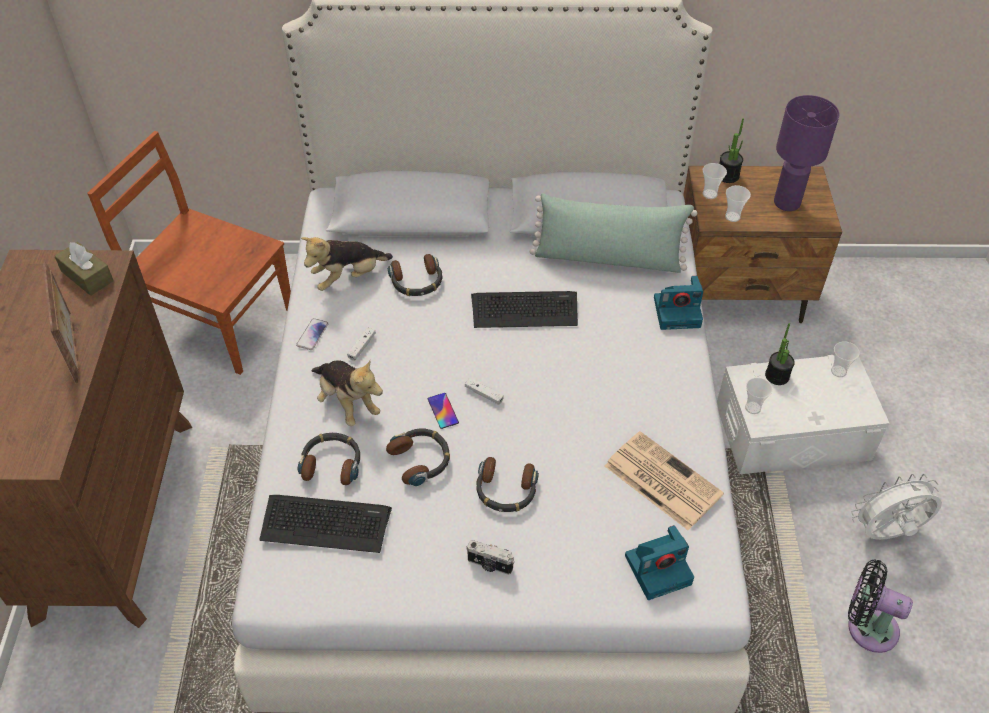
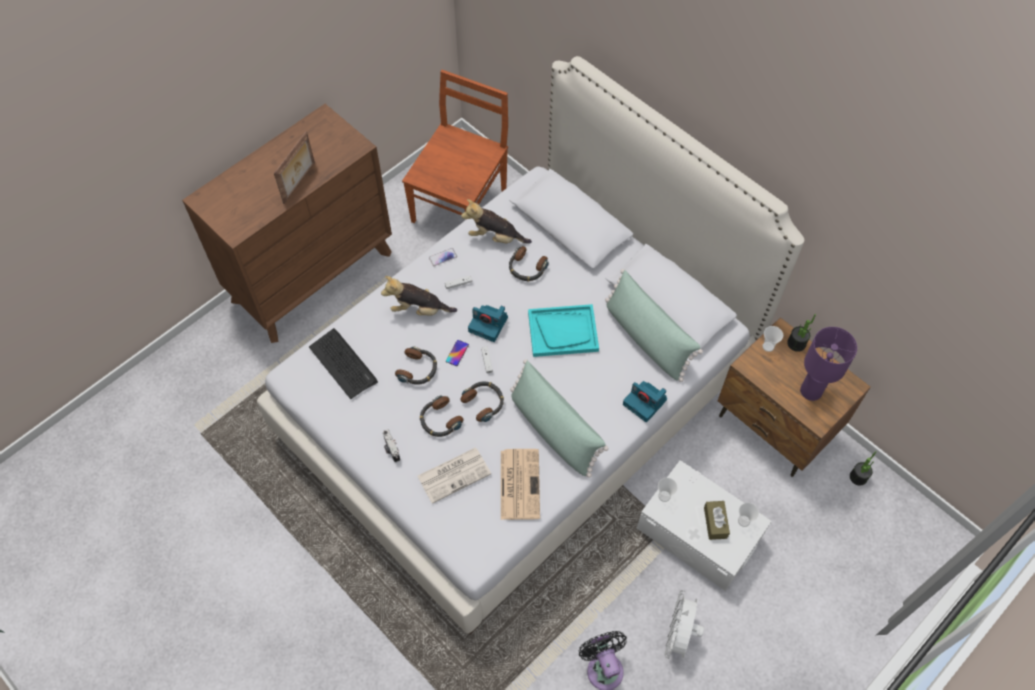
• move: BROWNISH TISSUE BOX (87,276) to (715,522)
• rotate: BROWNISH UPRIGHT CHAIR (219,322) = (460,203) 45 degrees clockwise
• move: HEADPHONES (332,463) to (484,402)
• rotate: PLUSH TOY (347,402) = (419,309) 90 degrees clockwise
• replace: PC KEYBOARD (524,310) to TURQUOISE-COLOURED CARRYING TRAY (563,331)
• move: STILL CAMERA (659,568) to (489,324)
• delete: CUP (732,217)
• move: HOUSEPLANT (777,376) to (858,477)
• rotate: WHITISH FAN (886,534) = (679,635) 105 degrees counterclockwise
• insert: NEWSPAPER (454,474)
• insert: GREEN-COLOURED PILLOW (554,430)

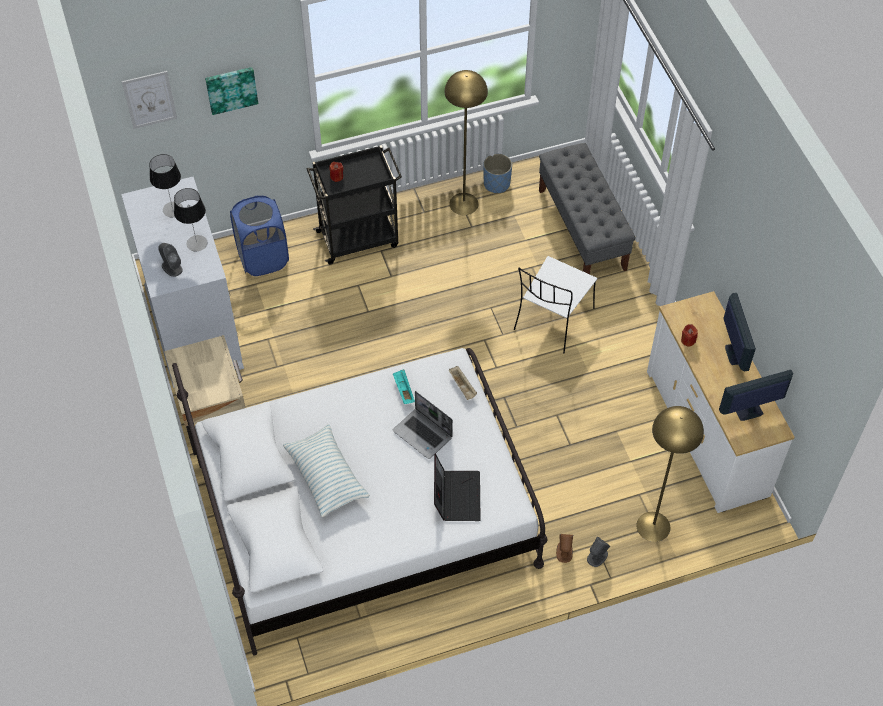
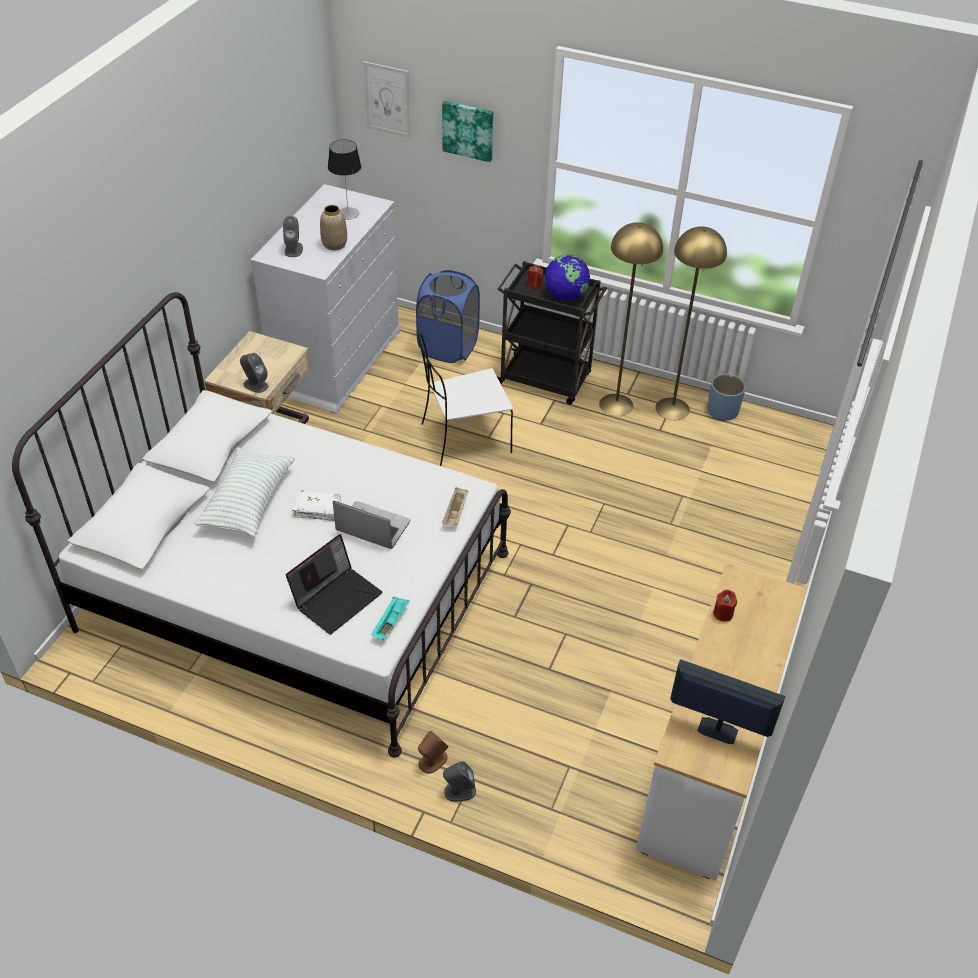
• replace: TABLETOP LAMP (196,243) to VASE (335,244)
• move: TURQUOISE-COLOURED CARRYING TRAY (403,390) to (390,623)
• rotate: NOTEBOOK COMPUTER (423,434) = (371,527) 120 degrees clockwise
• move: WHITISH UPRIGHT CHAIR (552,321) to (463,439)
• delete: GREY LONG SEAT (582,230)
• move: YELLOW-COLOURED STANDING LAMP (653,526) to (616,405)
• delete: MONITOR (734,353)
• insert: GREY LOUDSPEAKER (255,385)
• insert: WHITISH BOOK (317,509)
• insert: WORLD GLOBE (565,296)

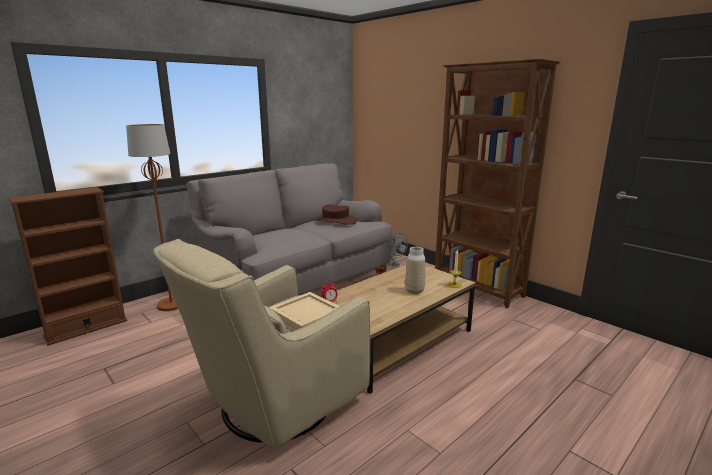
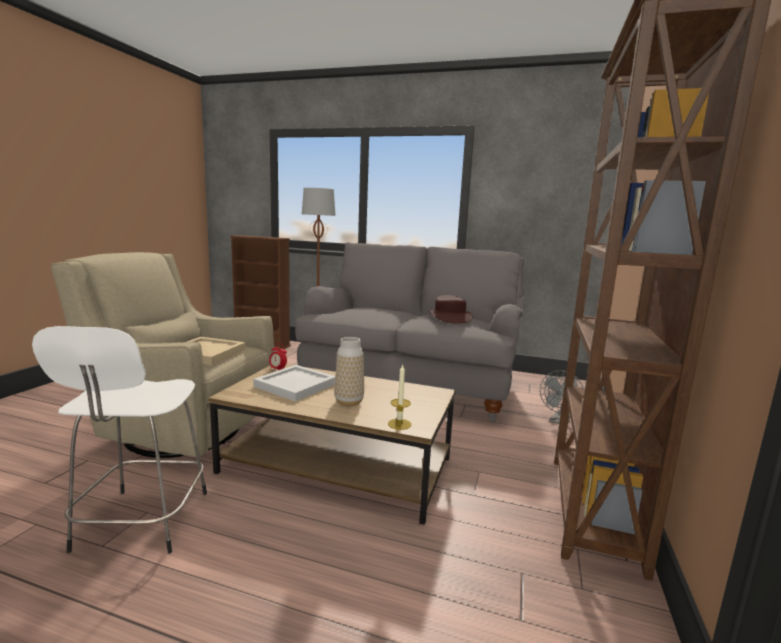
• insert: WHITISH STOOL (141,523)
• insert: WHITISH CARRYING TRAY (295,386)

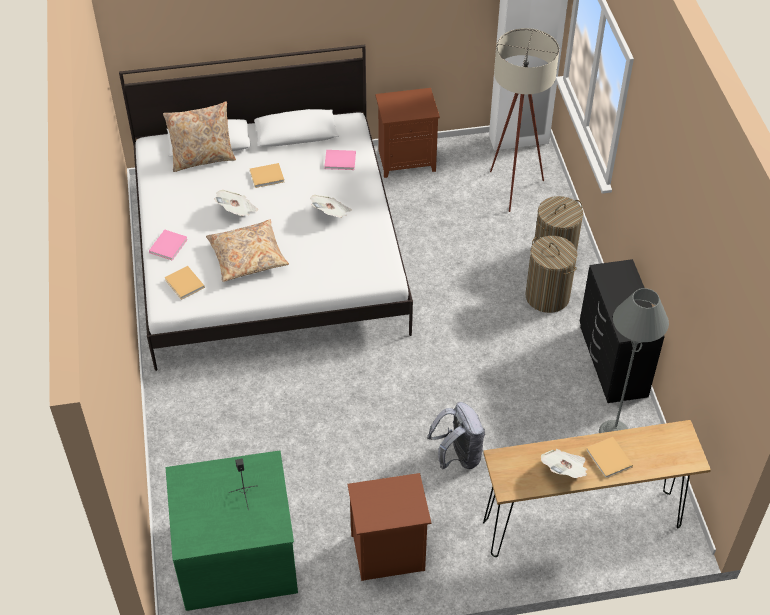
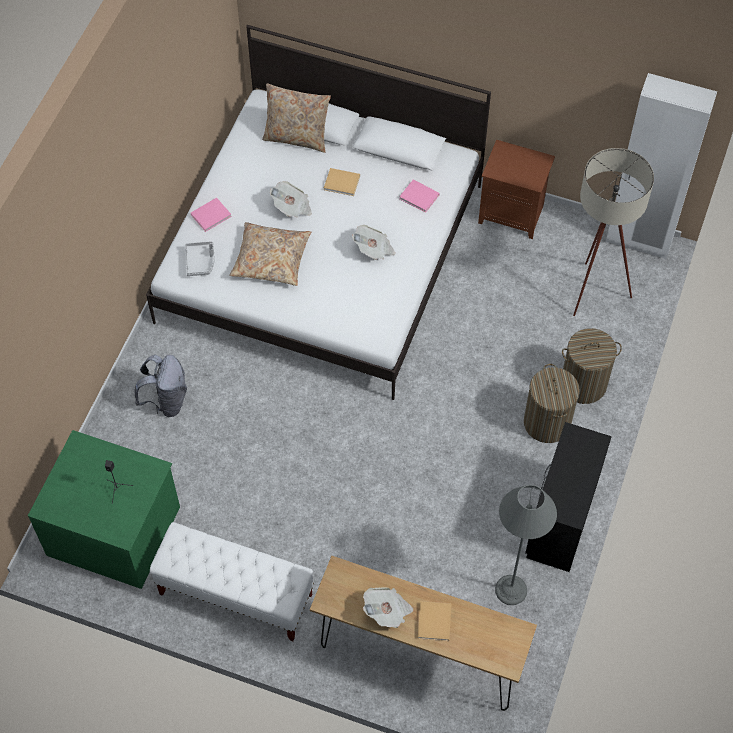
• replace: BEIGE-COLOURED BOOK (185,284) to GREY CARRYING TRAY (200,261)
• replace: BROWNISH NIGHTSTAND (387,554) to WHITISH LONG SEAT (235,594)
• move: GREY BACKPACK (457,456) to (166,401)

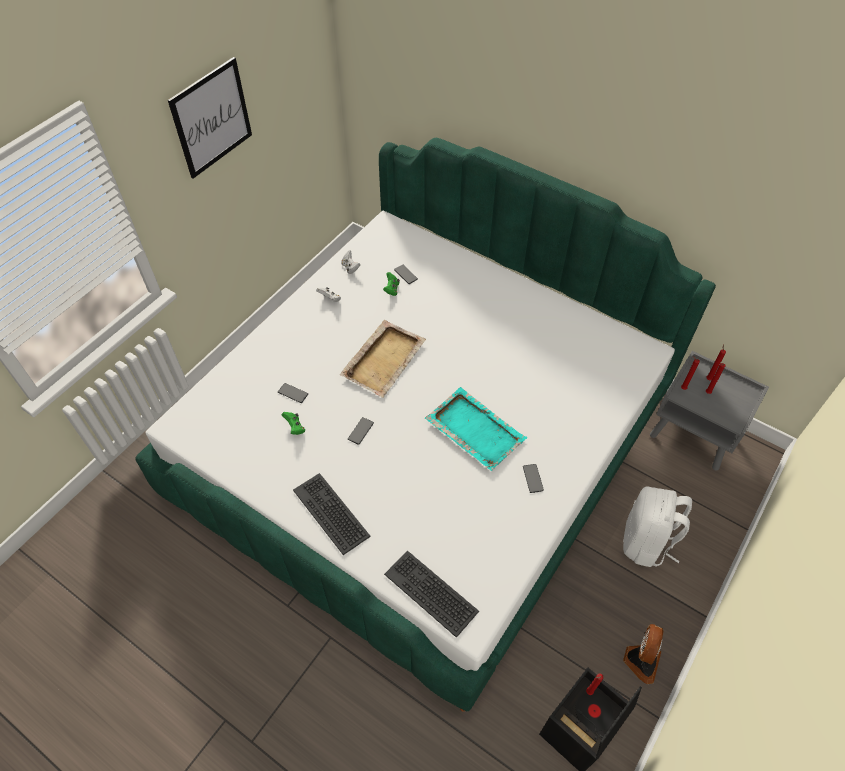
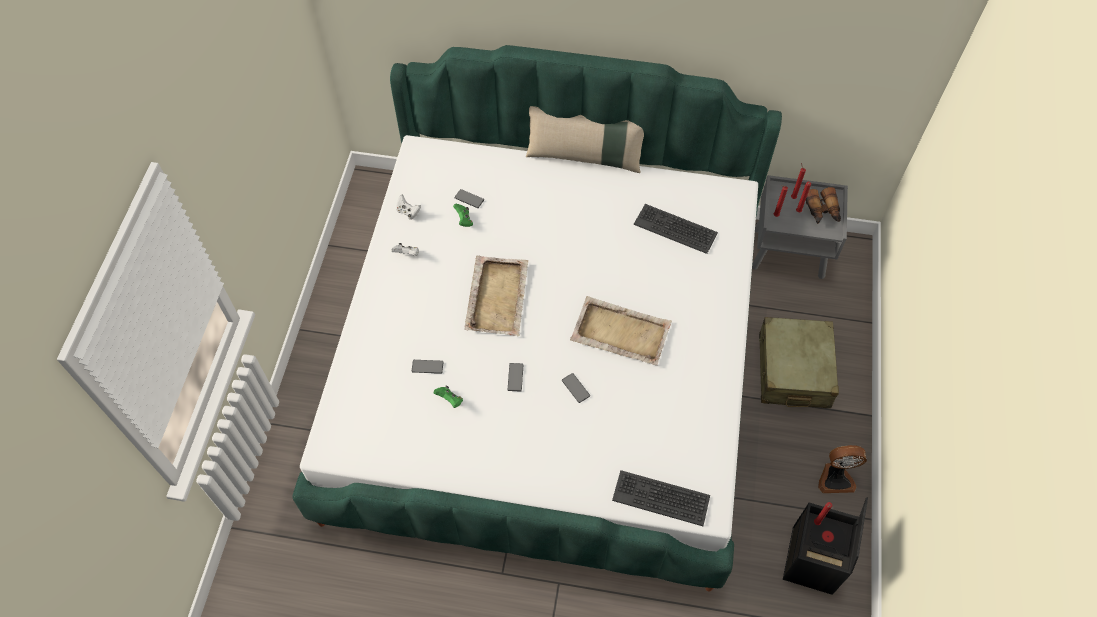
• delete: PICTURE (212,118)
• move: PC KEYBOARD (331,512) to (675,228)
• recolor: TURQUOISE-COLOURED CARRYING TRAY (474,429) to BEIGE-COLOURED CARRYING TRAY (620,332)
• move: TELEPHONE (532,478) to (575,388)
• replace: WHITISH BACKPACK (646,542) to BEIGE-COLOURED PIECE OF LUGGAGE (793,371)
• rotate: FAN (640,660) = (835,478) 90 degrees clockwise
• insert: BEIGE-COLOURED PILLOW (585,157)
• insert: FIELD GLASSES (822,211)

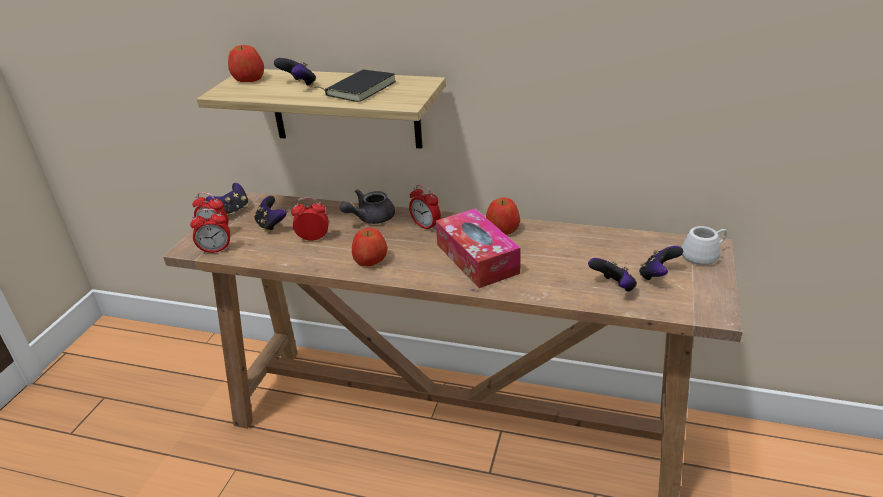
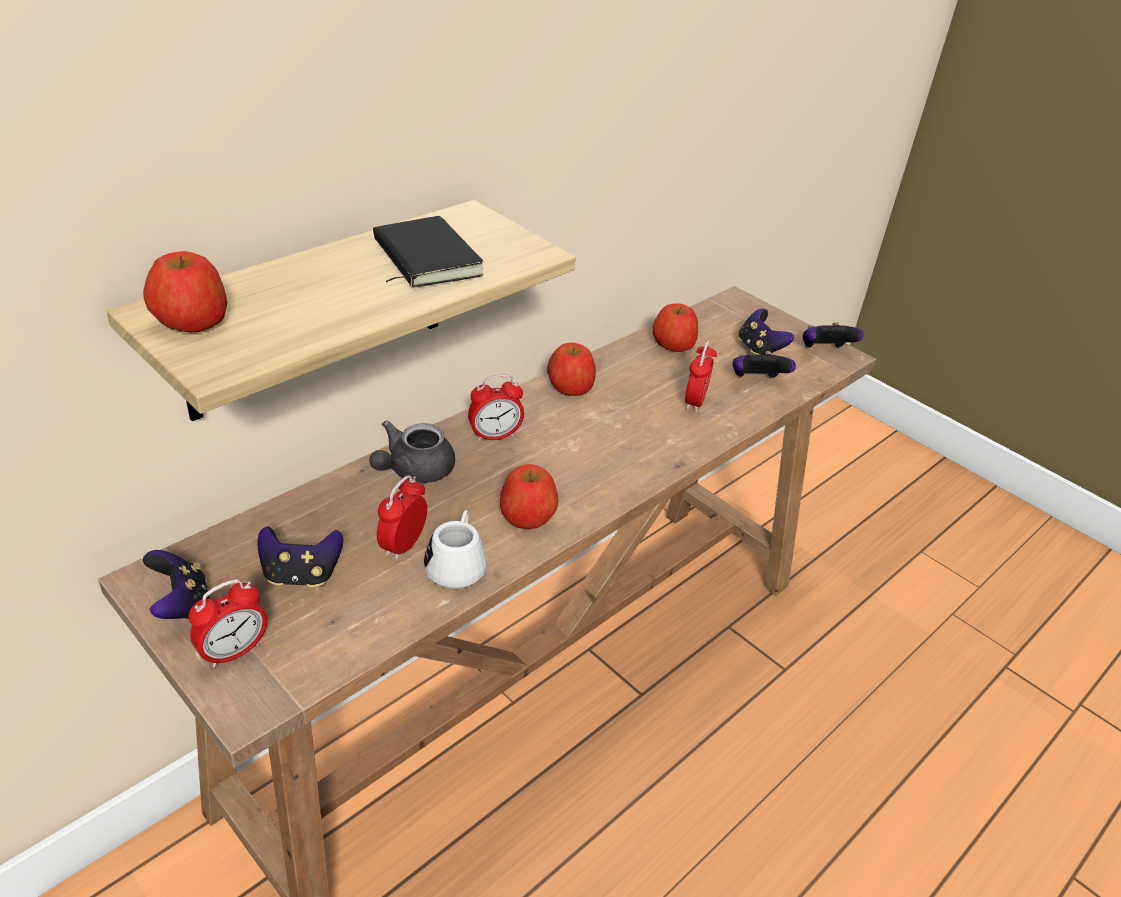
• move: TABLE CLOCK (216,250) to (694,401)
• move: GAME CONTROLLER (299,85) to (824,351)
• rotate: GREY TEA POT (370,218) = (413,471) 45 degrees clockwise
• delete: TISSUE BOX (477,259)
• move: WHITISH MUG (703,255) to (457,563)
• insert: APPLE (673,344)

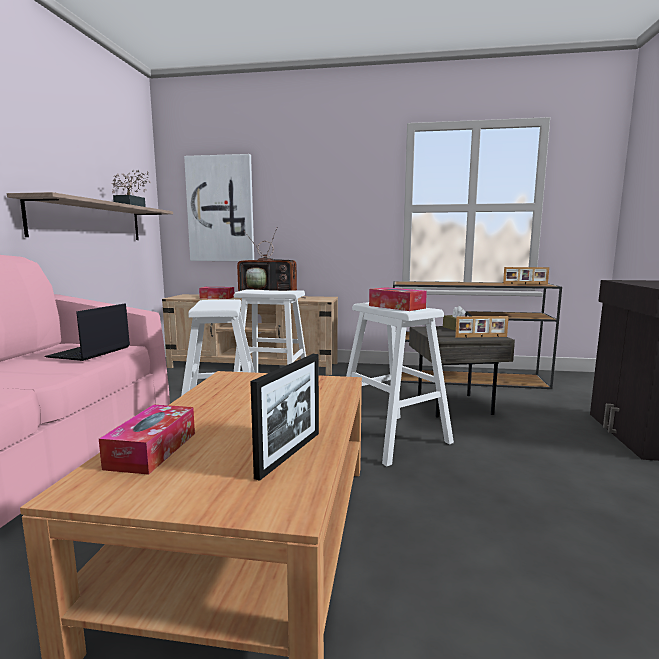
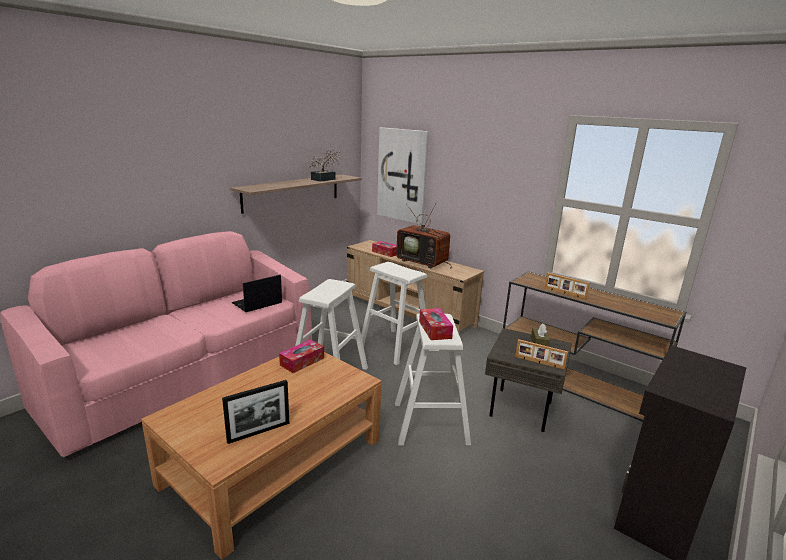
• move: TISSUE BOX (152,450) to (302,361)
• move: STANDING FRAME (525,284) to (564,293)

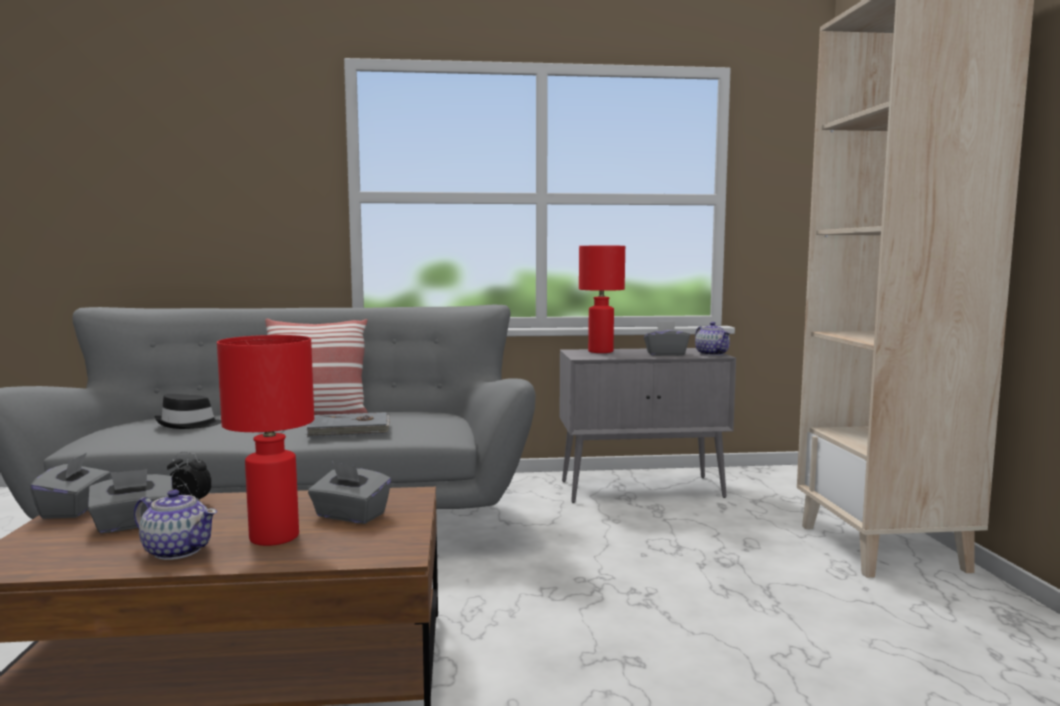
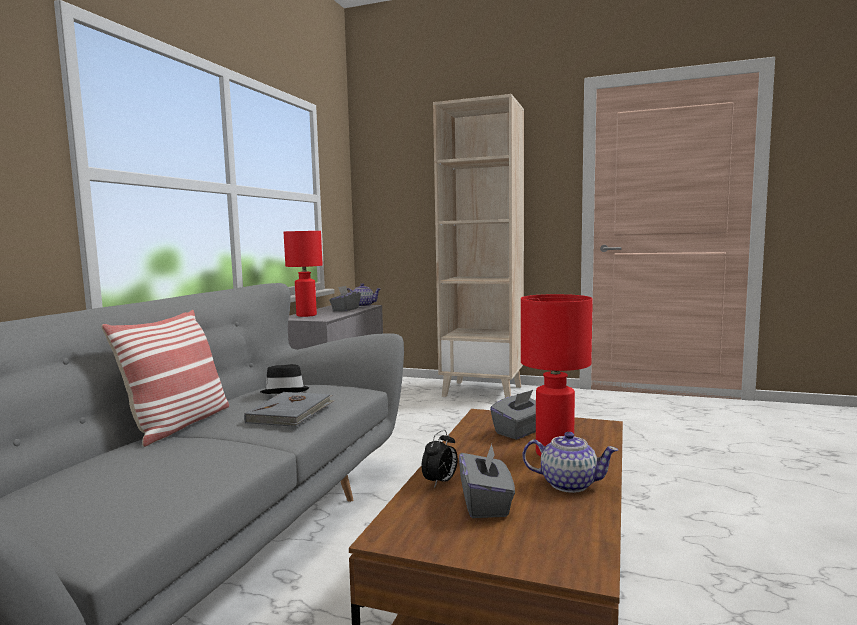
• delete: GREY TISSUE BOX (75,509)
• rotate: TEA POT (177,550) = (568,484) 60 degrees clockwise
• move: BLACK CLOTHING HAT (188,425) to (285,391)

